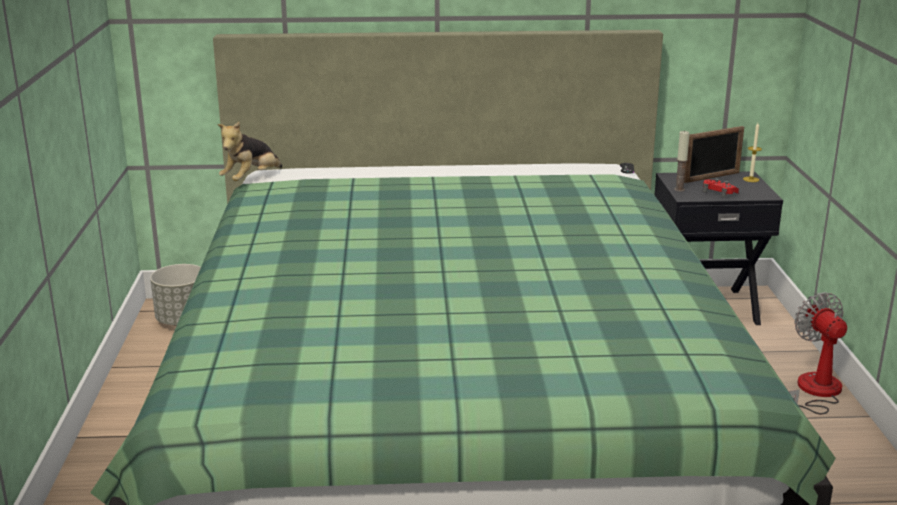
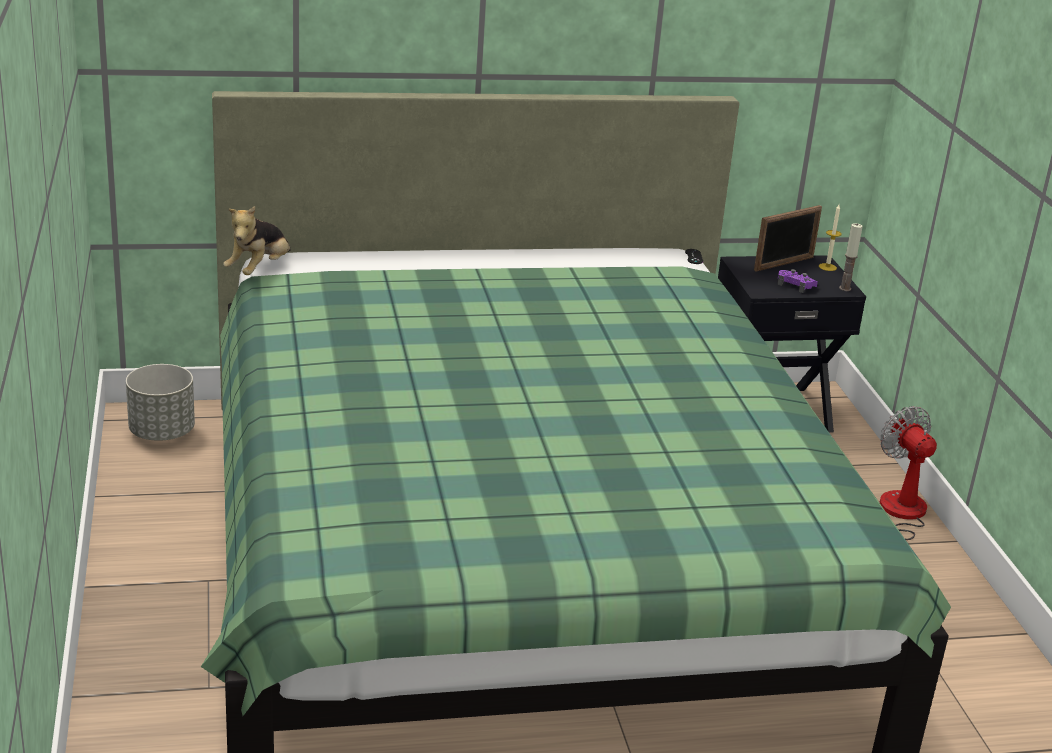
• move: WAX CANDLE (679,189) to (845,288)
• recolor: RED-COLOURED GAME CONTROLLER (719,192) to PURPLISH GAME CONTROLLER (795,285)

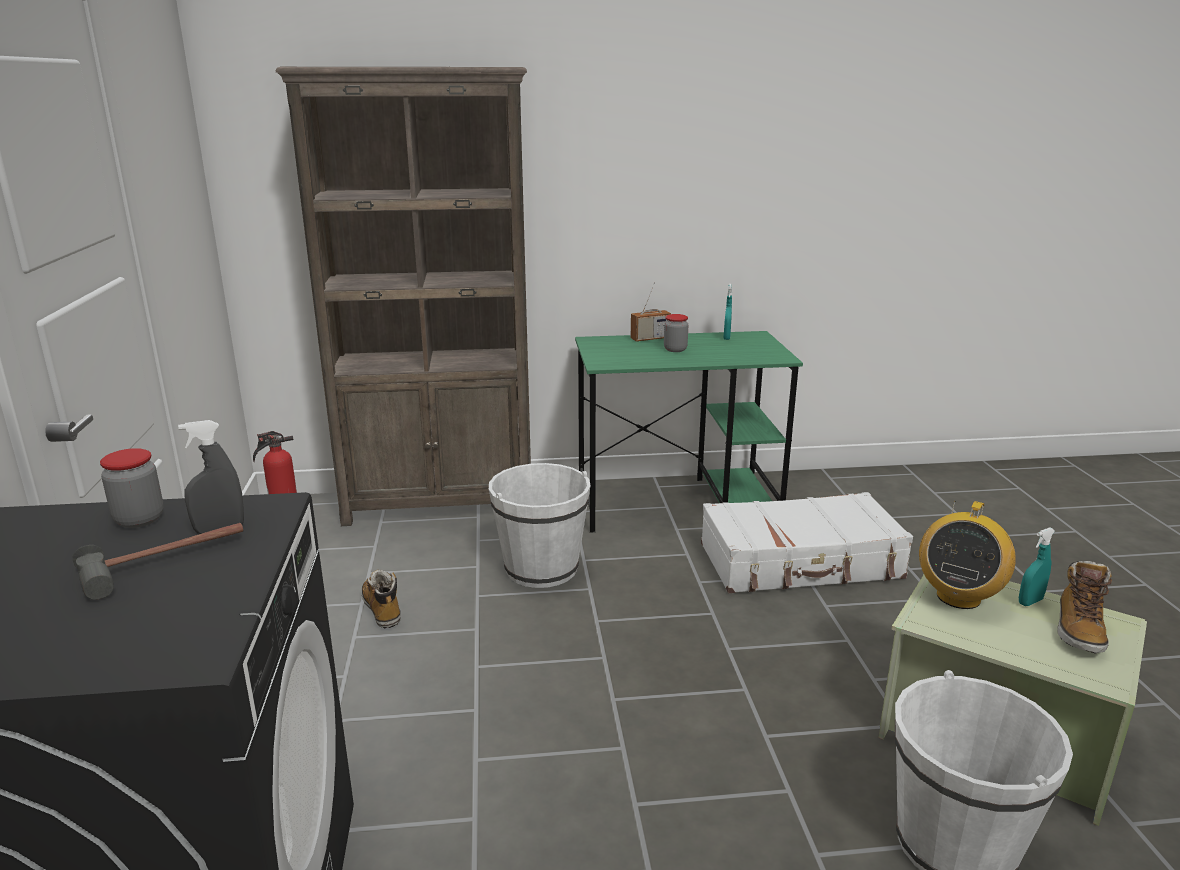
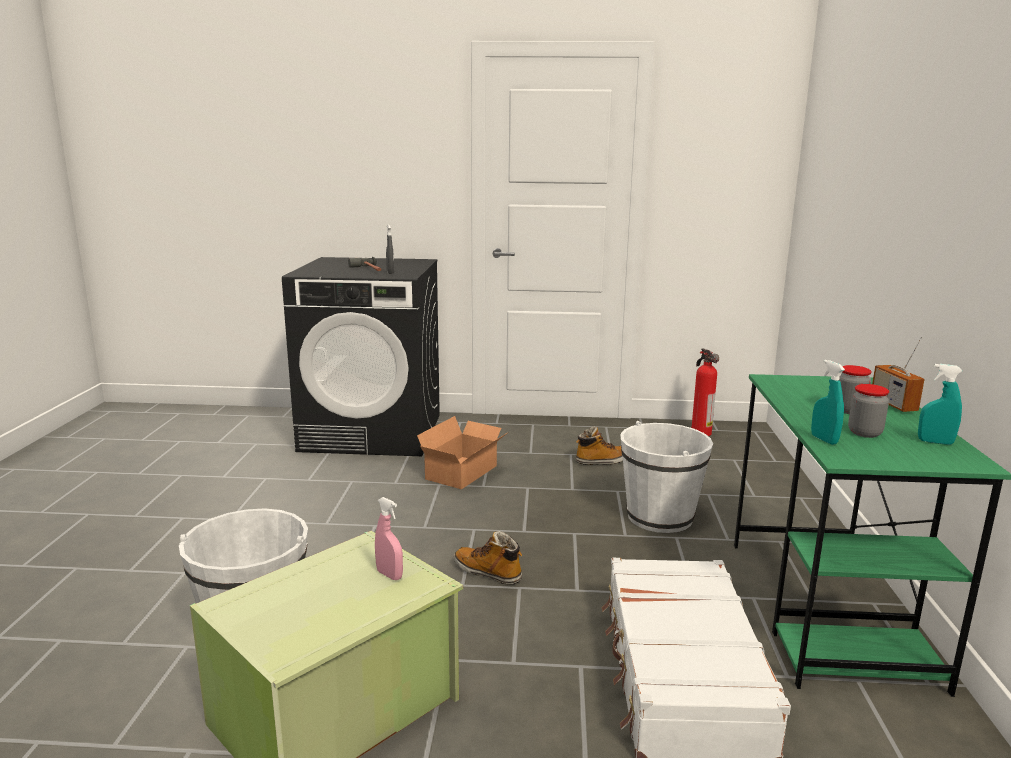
• move: JAR (139,519) to (864,433)
• delete: BROWNISH BOOKSHELF (440,504)
• replace: RADIO (958,597) to PINK SPRAY BOTTLE (389,575)
• move: TURQUOISE-COLOURED SPRAY BOTTLE (1030,601) to (824,440)
• move: BOOT (1078,630) to (488,572)
• insert: CARDBOARD BOX (465,472)

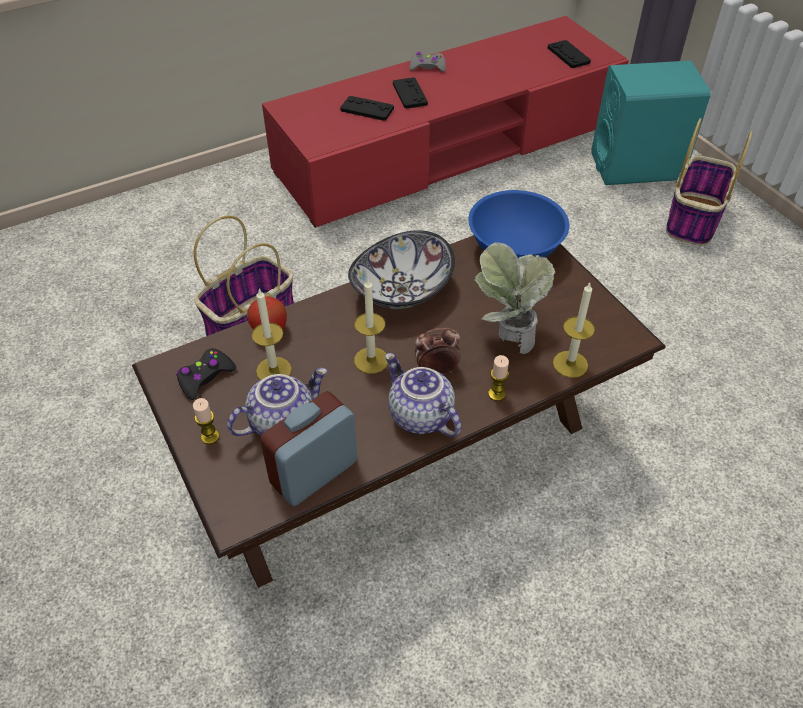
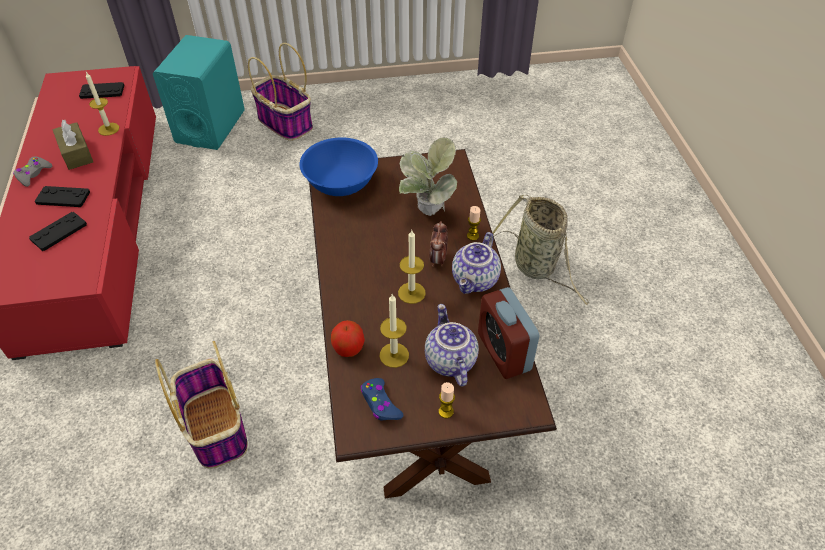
• recolor: BLACK GAME CONTROLLER (205,377) to BLUE GAME CONTROLLER (380,404)
• delete: DEEP DISH (401,290)
• rotate: TEA POT (419,416) = (476,281) 45 degrees counterclockwise
• move: WAX CANDLE (570,364) to (108,129)
• insert: BROWNISH TISSUE BOX (76,153)
• insert: BASKET (537,268)

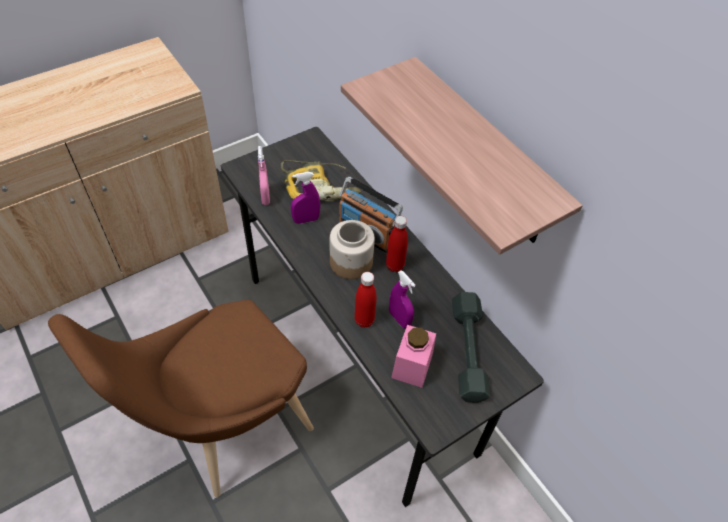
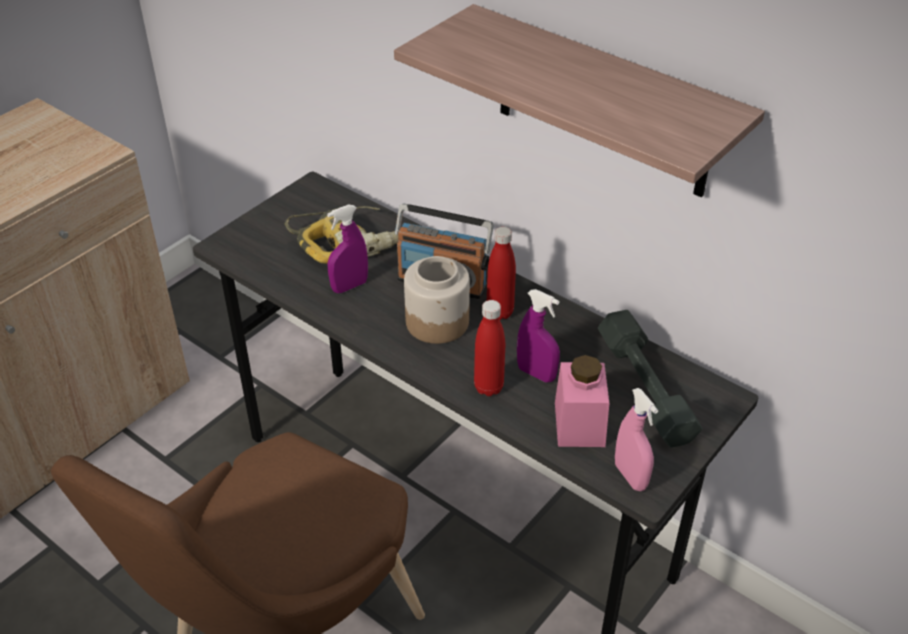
• move: PINK SPRAY BOTTLE (265,197) to (630,476)

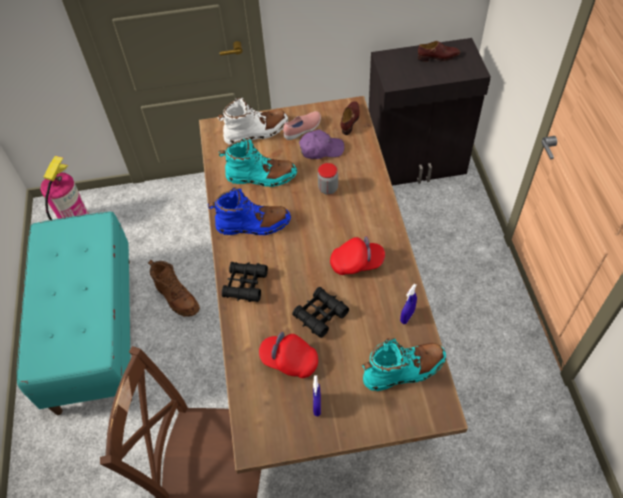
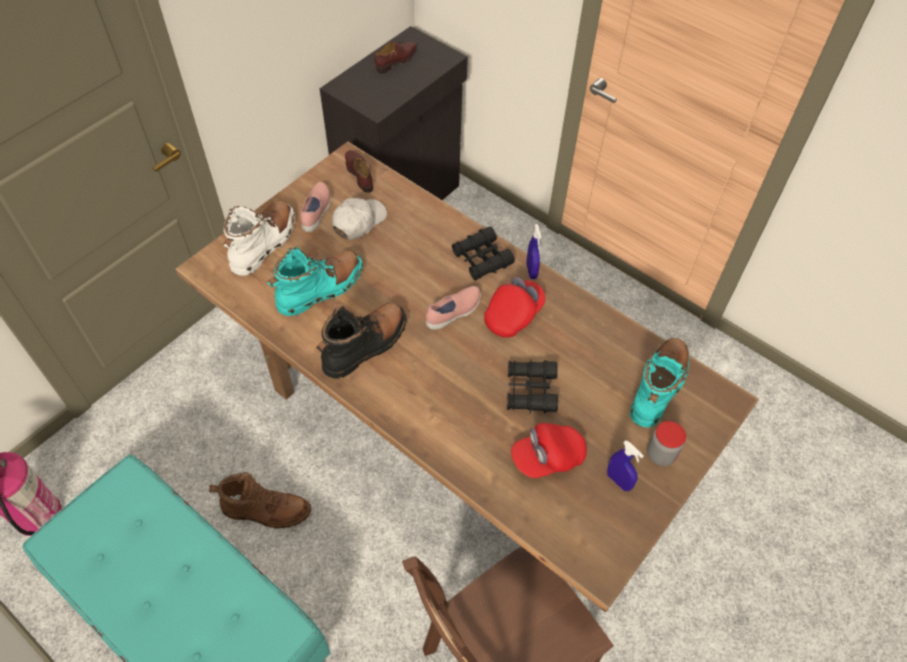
• recolor: BLUE BOOT (253,225) to BLACK BOOT (365,346)
• move: BLACK FIELD GLASSES (245,285) to (482,259)
• recolor: PURPLISH BASEBALL CAP (321,149) to WHITISH BASEBALL CAP (358,222)
• move: JAR (328,188) to (660,454)
• move: BLUE SPRAY BOTTLE (407,316) to (531,271)
• insert: PINK SHOE (454,313)

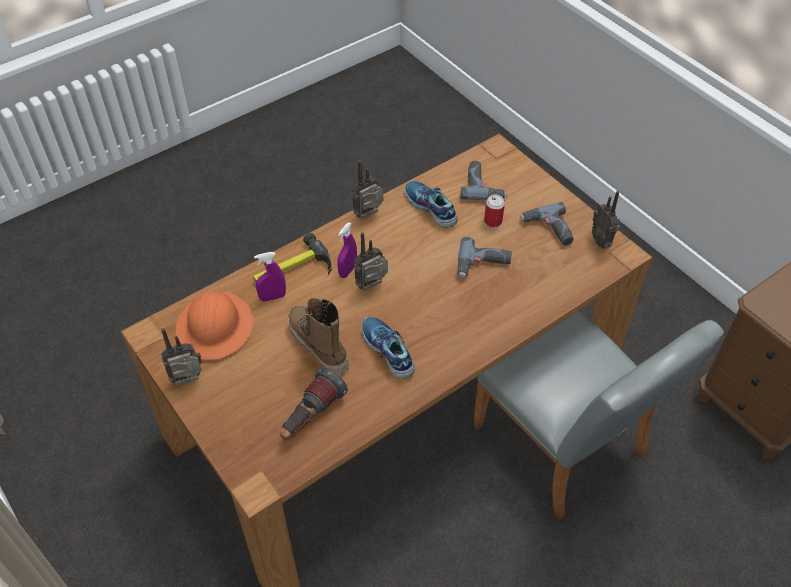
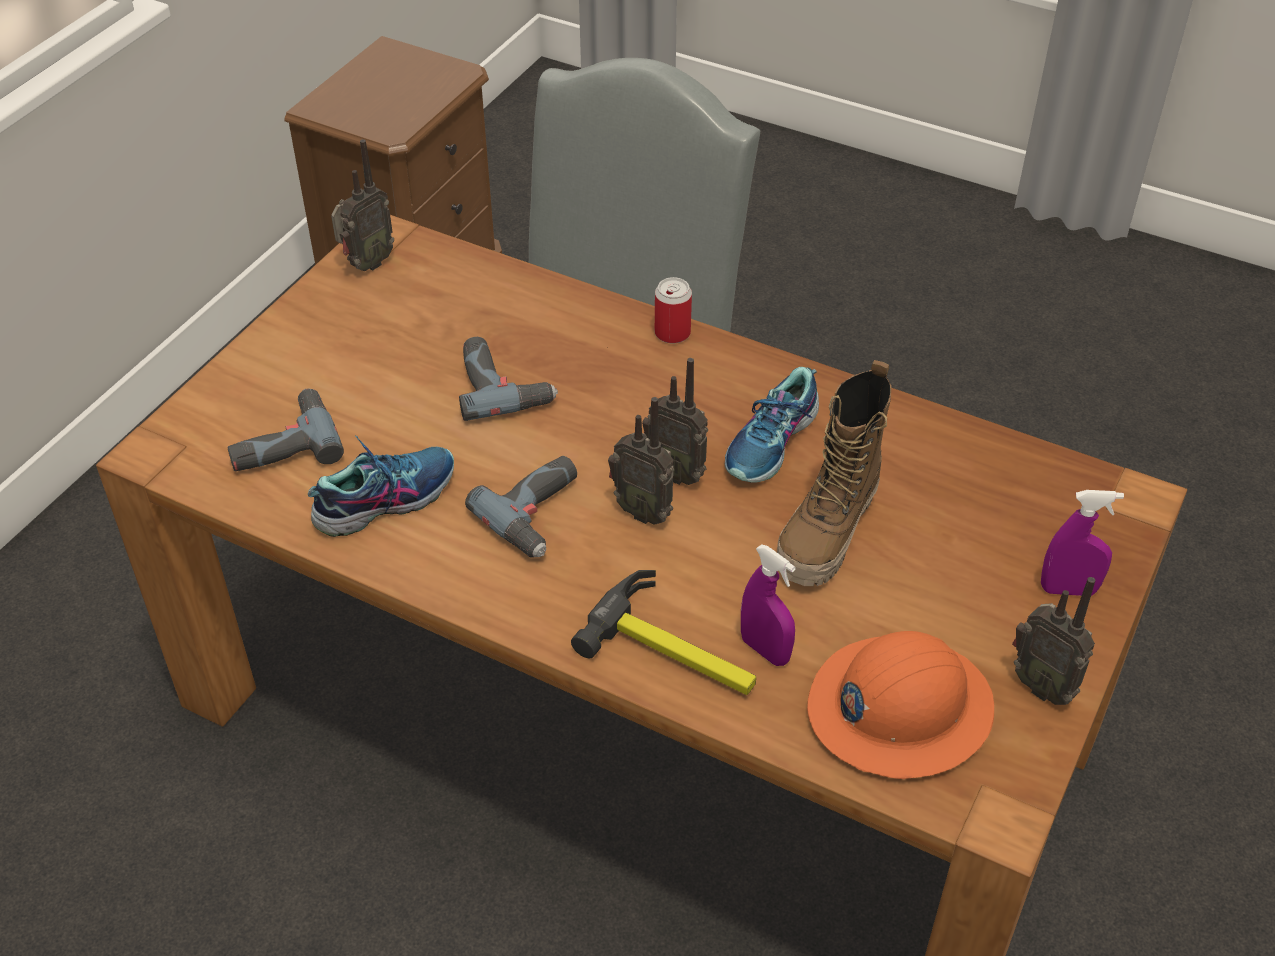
• delete: HAND TORCH (311,416)
• move: PURPLISH SPRAY BOTTLE (348,270) to (1068,590)
• move: RADIO (369,216) to (677,472)
• rotate: SHOE (430,208) = (385,499) 150 degrees counterclockwise
• move: METAL CAN (493,221) to (672,333)
• move: ELECTRIC DRILL (548,230) to (540,514)

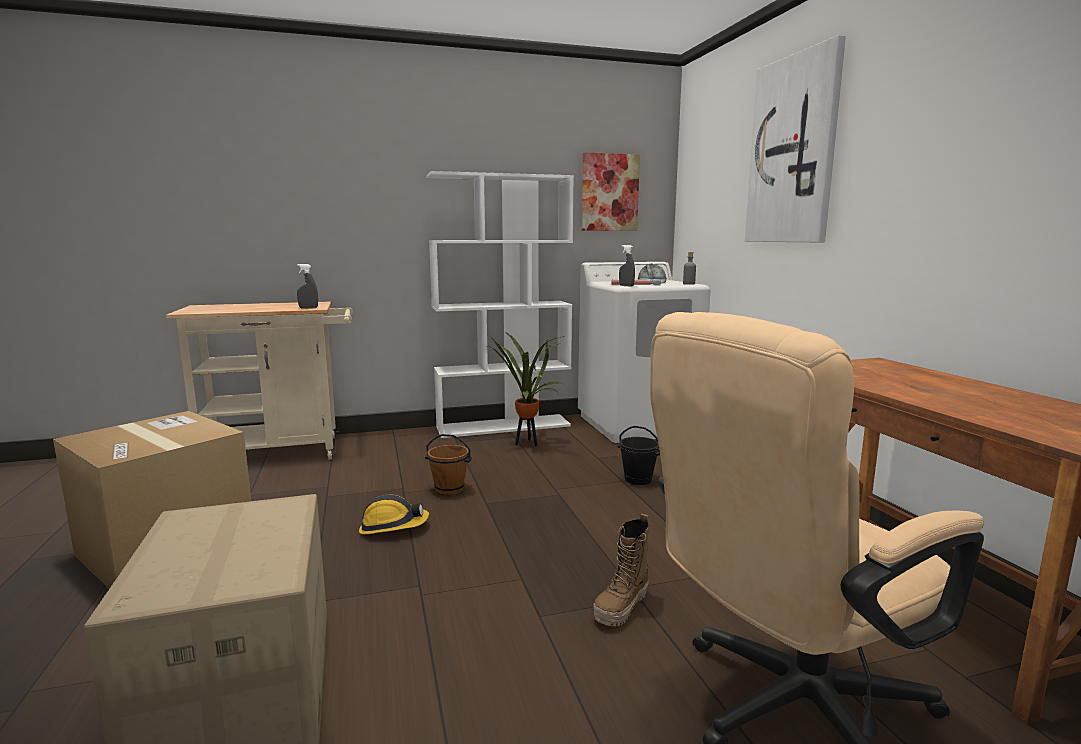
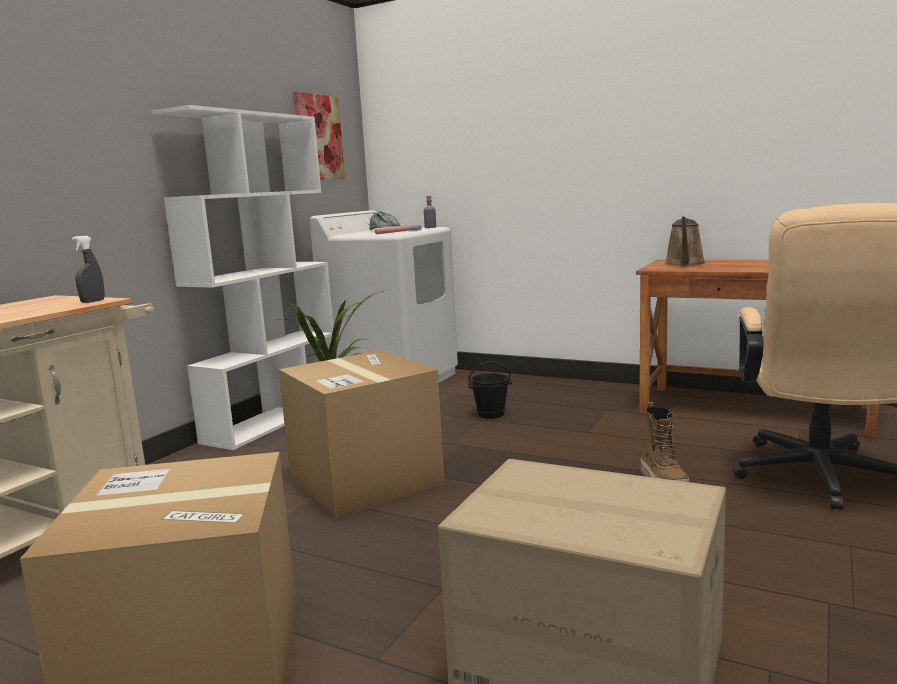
• delete: HARD HAT (393,527)
• replace: BROWNISH BUCKET (449,490) to CARDBOARD BOX (365,480)
• delete: GREY SPRAY BOTTLE (626,286)
• delete: PICTURE (793,151)
• insert: BROWNISH WATERING CAN (684,264)

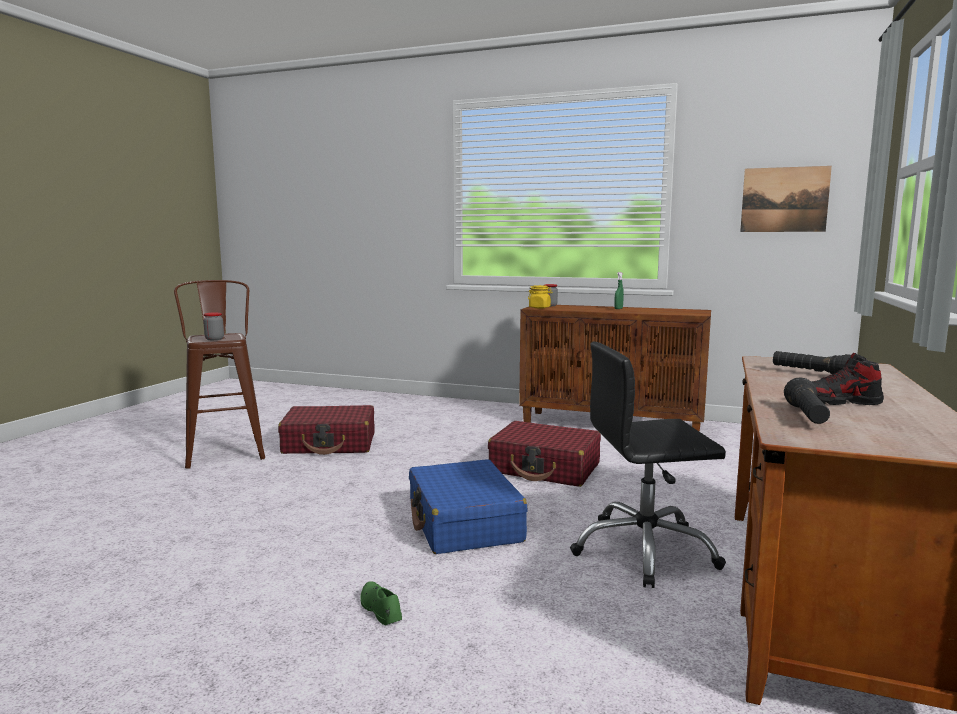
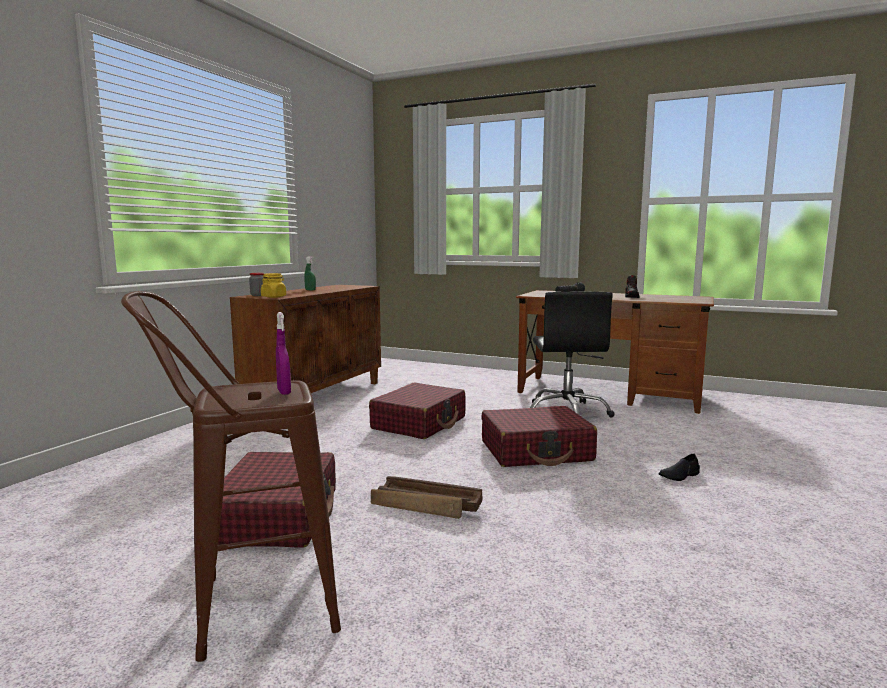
• replace: JAR (214,339) to PURPLISH SPRAY BOTTLE (284,392)
• recolor: GREEN-COLOURED SHOE (380,608) to BLACK SHOE (679,476)
• recolor: BLUE PIECE OF LUGGAGE (464,523) to RED-COLOURED PIECE OF LUGGAGE (536,451)
• delete: PICTURE (784,199)
• delete: BLACK HAND TORCH (806,416)
• insert: SHIPPING CRATE (426,506)

